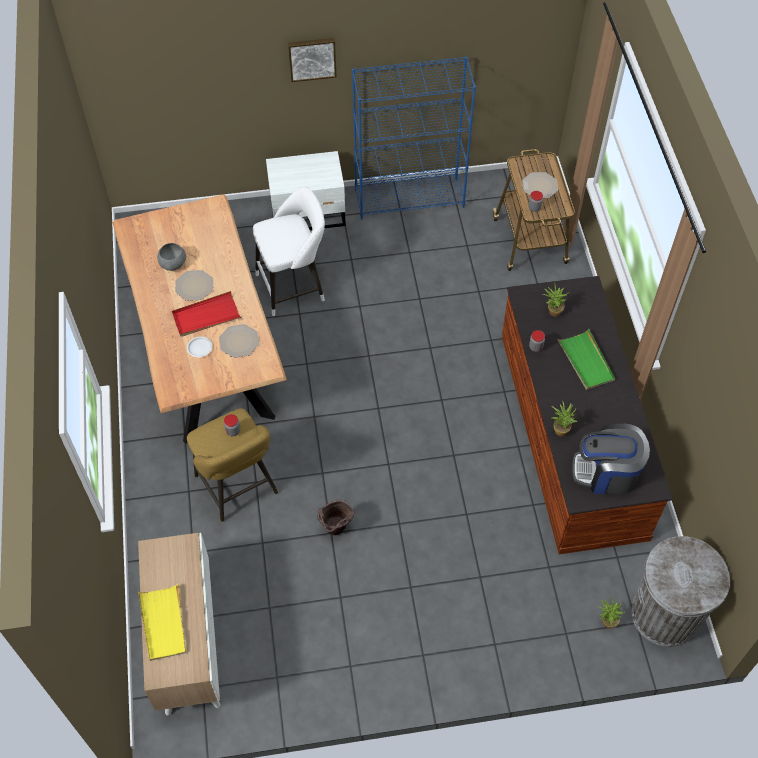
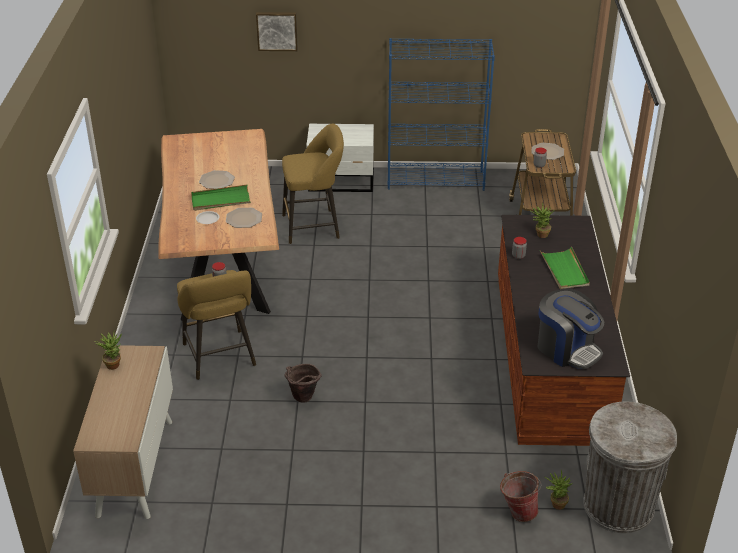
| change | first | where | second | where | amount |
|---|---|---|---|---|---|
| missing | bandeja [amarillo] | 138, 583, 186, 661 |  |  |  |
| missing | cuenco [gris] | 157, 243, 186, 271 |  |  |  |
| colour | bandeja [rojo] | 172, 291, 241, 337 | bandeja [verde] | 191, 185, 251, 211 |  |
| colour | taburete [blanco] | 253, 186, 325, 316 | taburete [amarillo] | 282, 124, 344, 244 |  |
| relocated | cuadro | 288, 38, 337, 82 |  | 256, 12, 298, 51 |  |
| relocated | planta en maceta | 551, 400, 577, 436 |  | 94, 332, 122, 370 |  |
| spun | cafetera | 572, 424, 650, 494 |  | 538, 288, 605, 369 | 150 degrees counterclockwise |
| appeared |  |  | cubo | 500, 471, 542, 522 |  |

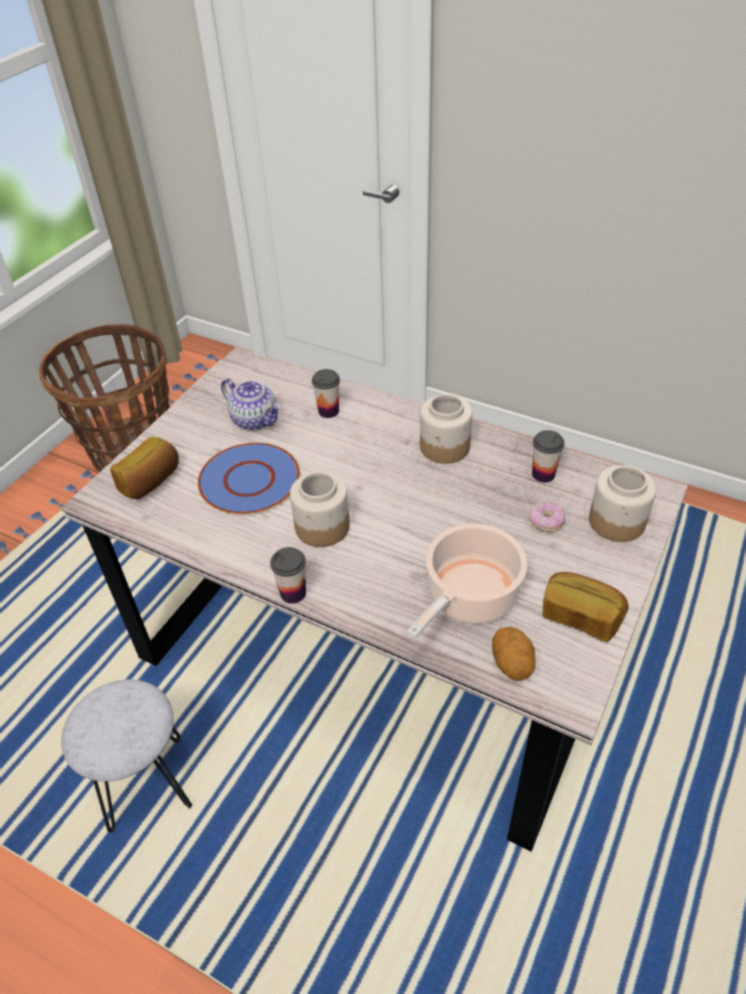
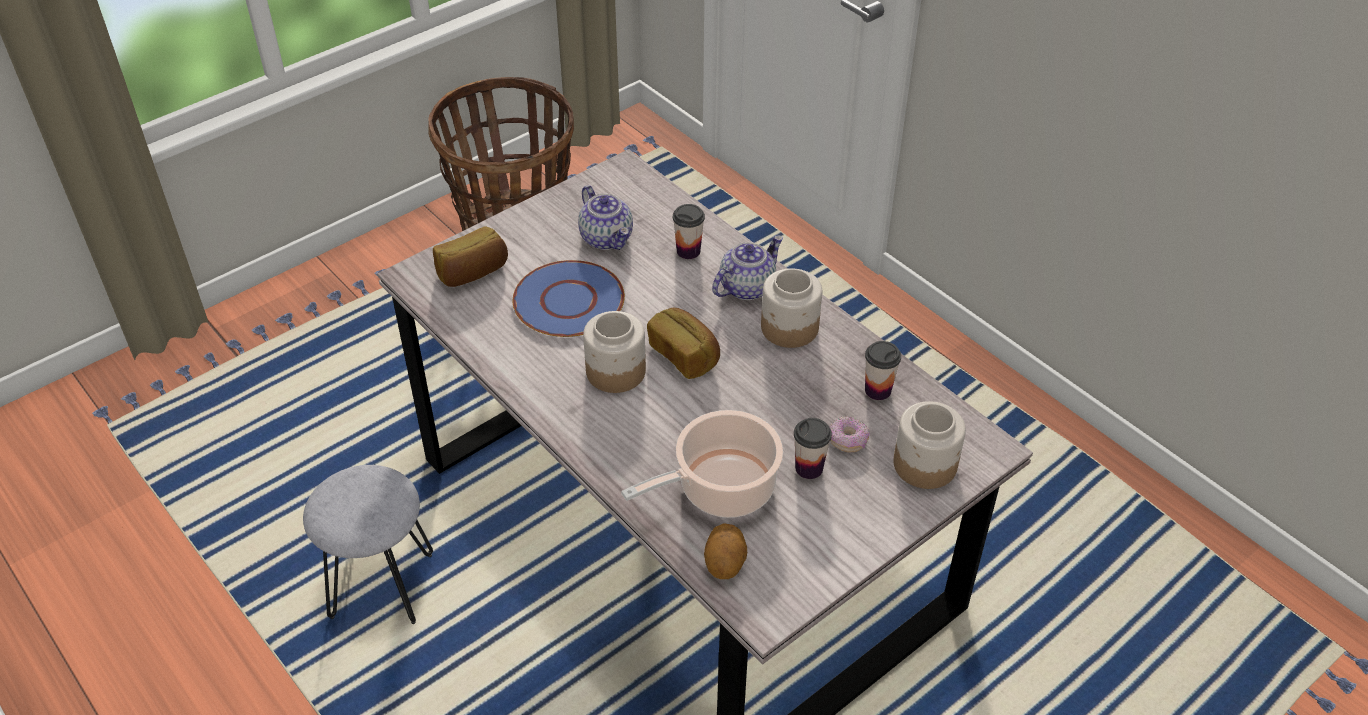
| change | first | where | second | where | amount |
|---|---|---|---|---|---|
| relocated | taza | 270, 547, 306, 604 |  | 794, 418, 832, 479 |  |
| relocated | pan | 542, 572, 628, 642 |  | 647, 308, 720, 379 |  |
| appeared |  |  | tetera | 712, 235, 783, 300 |  |

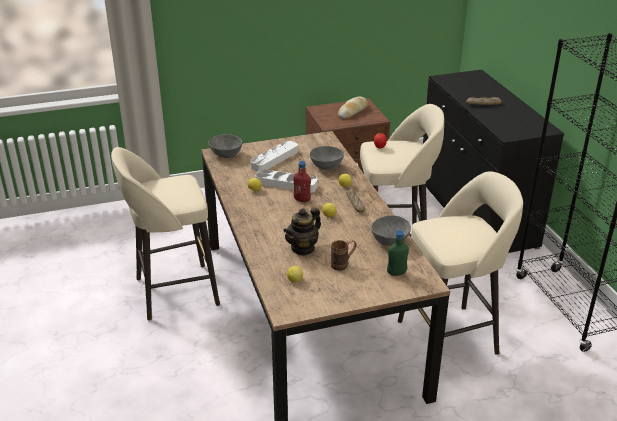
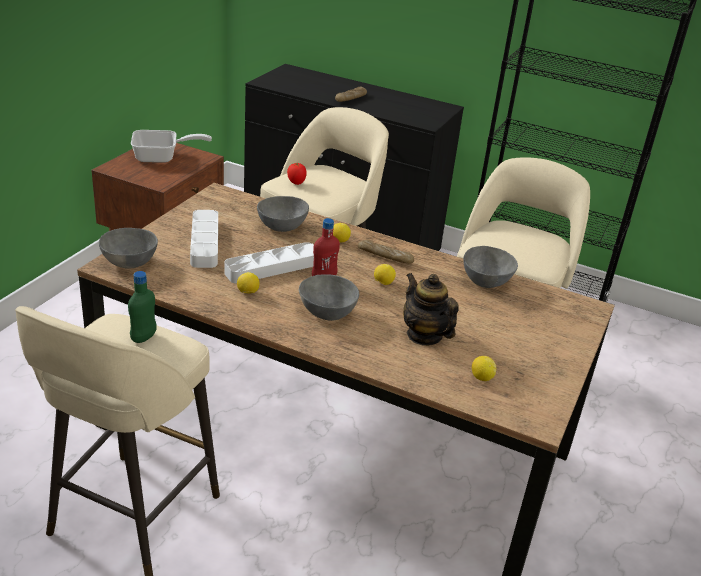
| change | first | where | second | where | amount |
|---|---|---|---|---|---|
| spun | tetera | 283, 208, 321, 256 |  | 403, 273, 459, 346 | 150 degrees clockwise |
| missing | taza grande [marrón] | 331, 240, 357, 271 |  |  |  |
| exchanged | pan | 338, 97, 368, 119 | sartén | 131, 130, 212, 163 |  |
| relocated | botella [verde] | 387, 230, 409, 276 |  | 128, 271, 157, 343 |  |
| appeared |  |  | cuenco [gris] | 299, 274, 359, 321 |  |

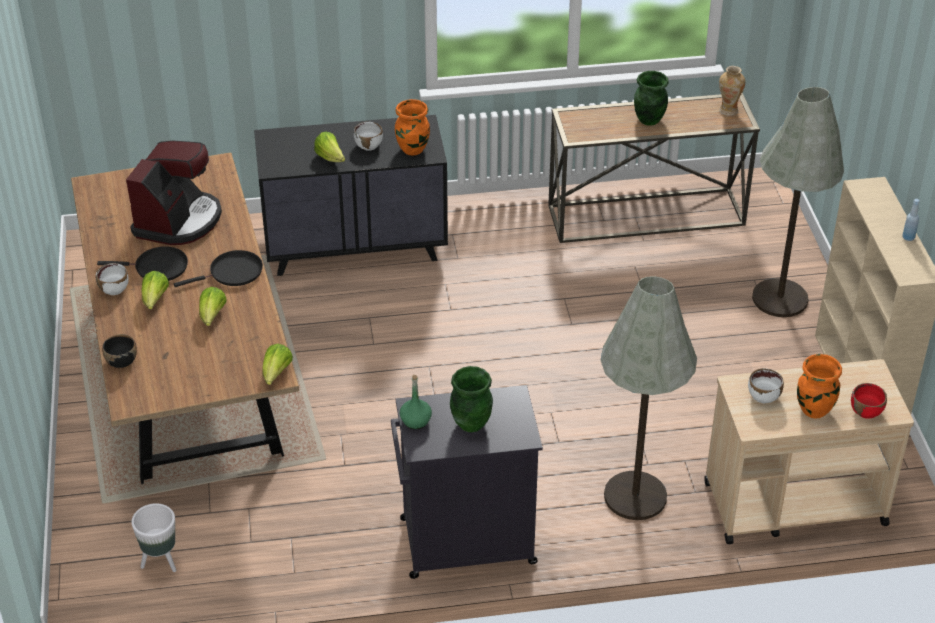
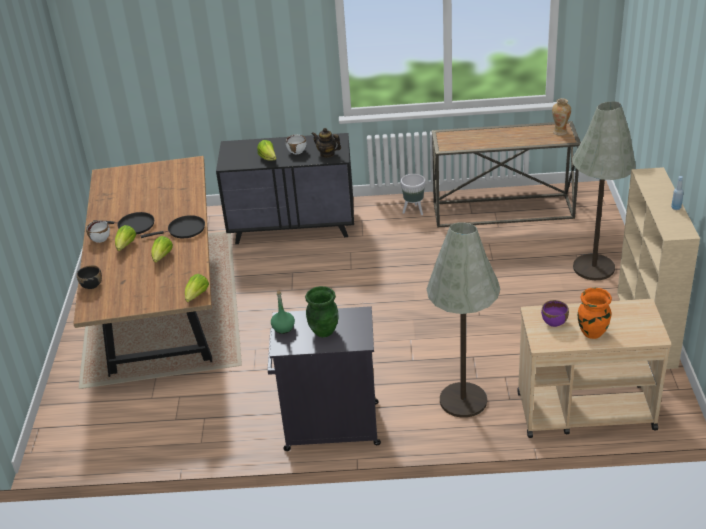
| change | first | where | second | where | amount |
|---|---|---|---|---|---|
| missing | cafetera | 126, 141, 222, 245 |  |  |  |
| relocated | maceta [blanco] | 131, 503, 176, 572 |  | 401, 174, 425, 215 |  |
| exchanged | florero [naranja] | 395, 99, 430, 156 | tetera | 312, 128, 341, 158 |  |
| missing | florero [verde] | 634, 71, 669, 126 |  |  |  |
| colour | cuenco [blanco] | 748, 368, 784, 403 | cuenco [morado] | 541, 300, 569, 327 |  |
| missing | cuenco [rojo] | 851, 383, 887, 419 |  |  |  |

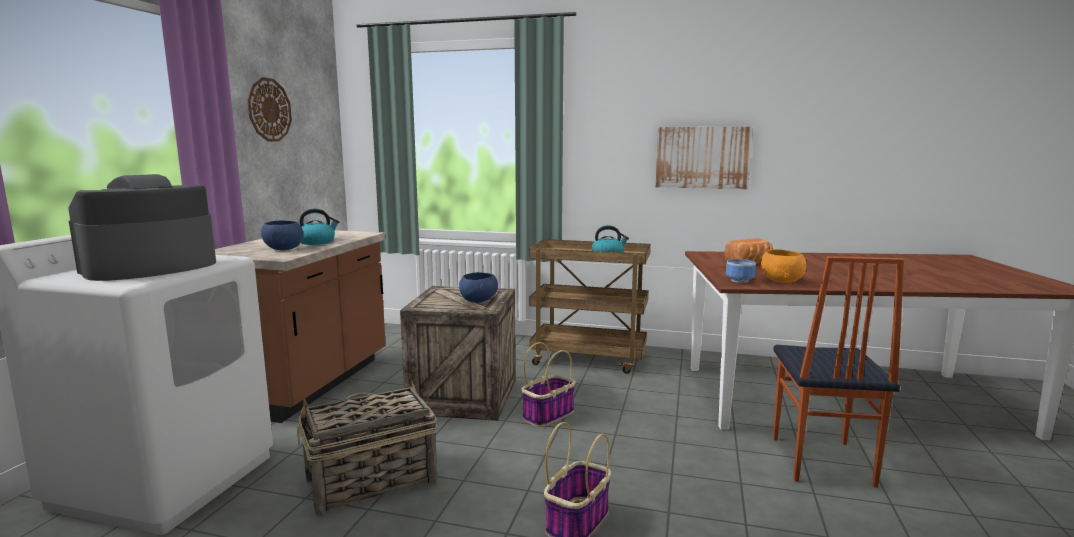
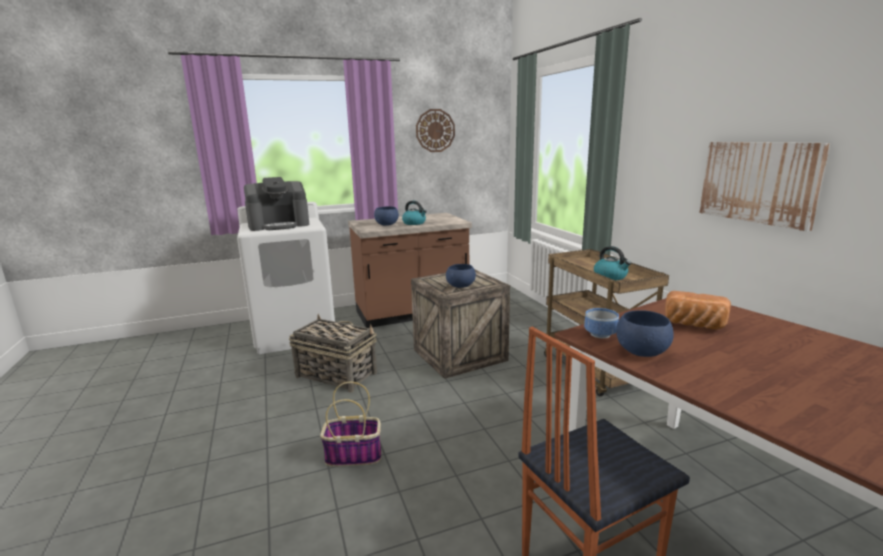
| change | first | where | second | where | amount |
|---|---|---|---|---|---|
| spun | cafetera | 68, 174, 216, 281 |  | 244, 177, 310, 231 | 150 degrees clockwise |
| missing | cesta | 521, 342, 576, 427 |  |  |  |
| colour | cuenco [naranja] | 761, 250, 807, 283 | cuenco [azul] | 616, 310, 674, 357 |  |

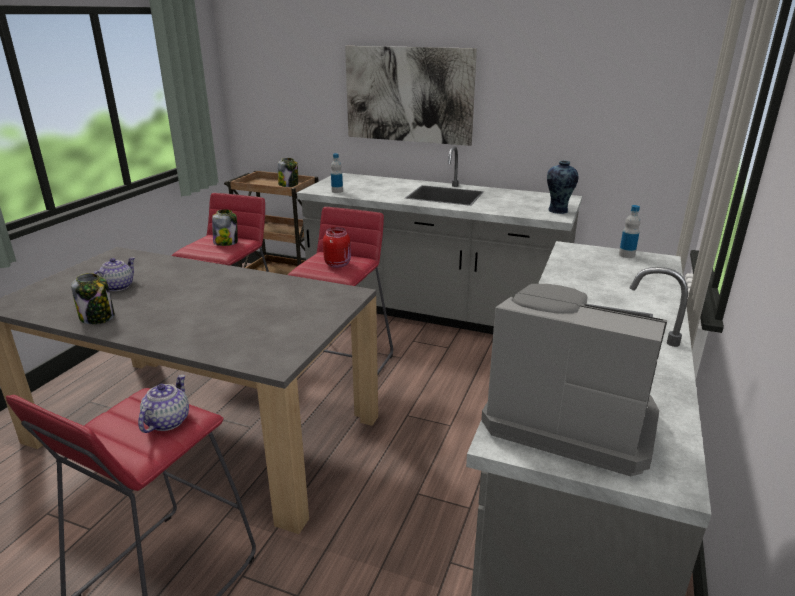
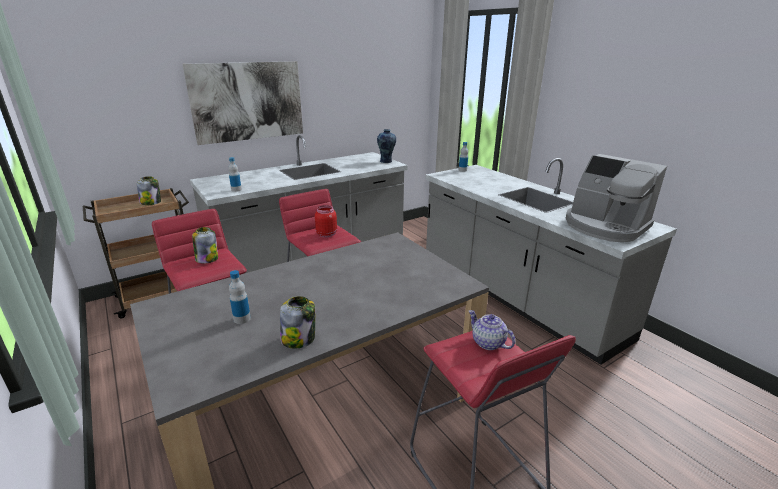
| change | first | where | second | where | amount |
|---|---|---|---|---|---|
| exchanged | tetera | 94, 257, 135, 291 | botella | 229, 270, 251, 324 |  |
| spun | cafetera | 481, 284, 667, 476 |  | 565, 154, 667, 243 | 105 degrees counterclockwise |

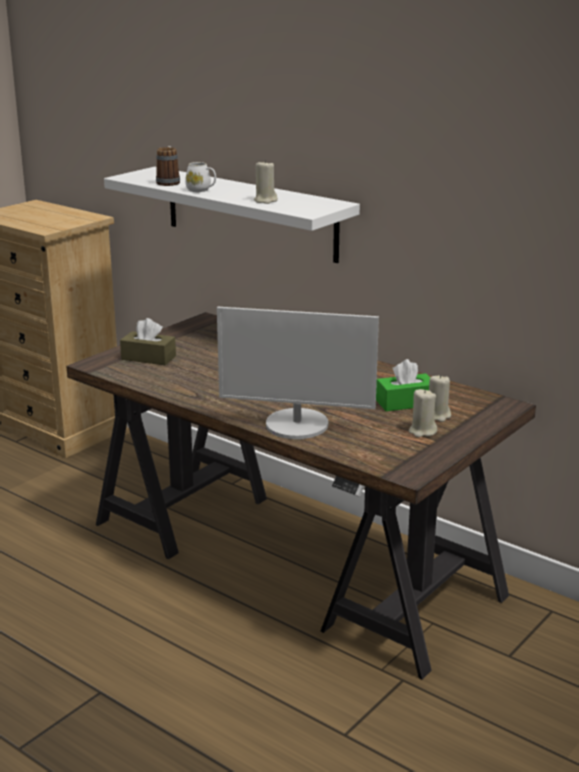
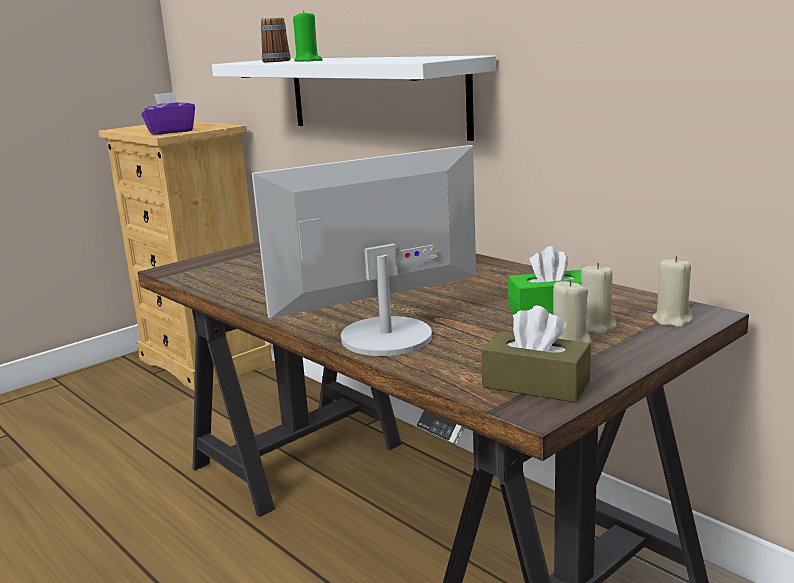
| change | first | where | second | where | amount |
|---|---|---|---|---|---|
| relocated | caja de pañuelos [marrón] | 120, 318, 176, 365 |  | 481, 306, 591, 403 |  |
| exchanged | taza grande [blanco] | 185, 162, 216, 192 | vela [verde] | 293, 10, 323, 62 |  |
| spun | monitor | 217, 307, 379, 439 |  | 252, 145, 476, 356 | 135 degrees clockwise |
| relocated | vela [beis] | 254, 160, 278, 204 |  | 653, 256, 693, 327 |  |
| appeared |  |  | caja de pañuelos [morado] | 141, 92, 195, 135 |  |

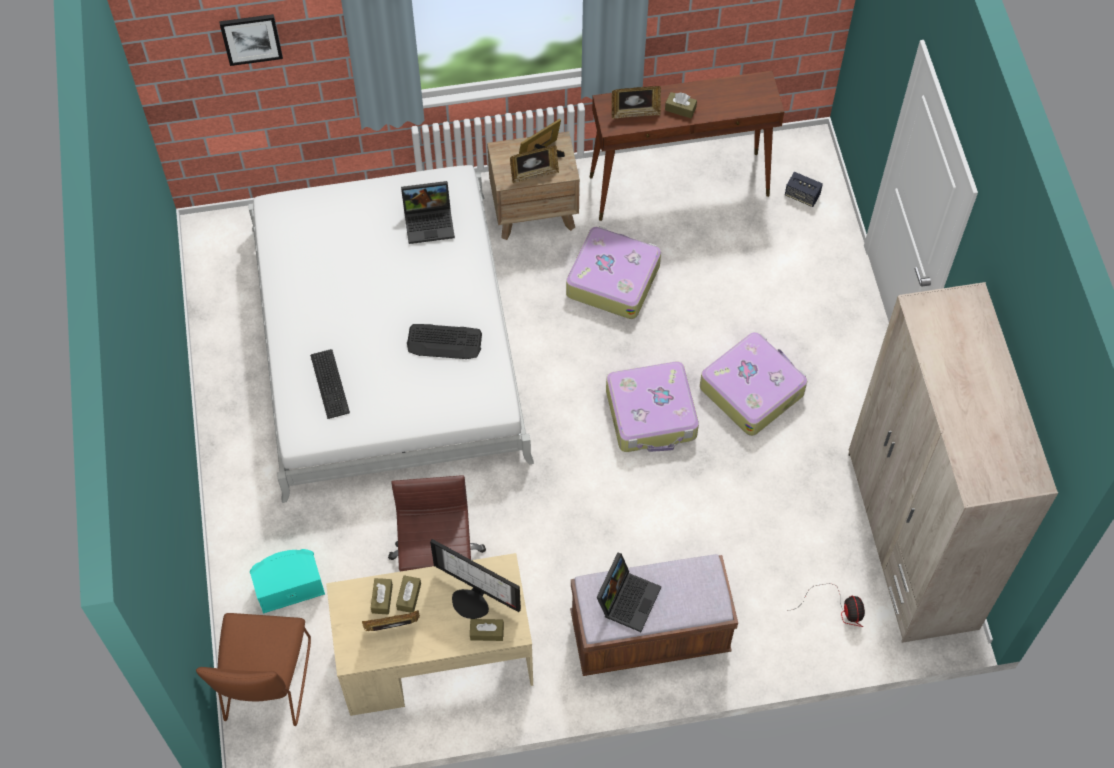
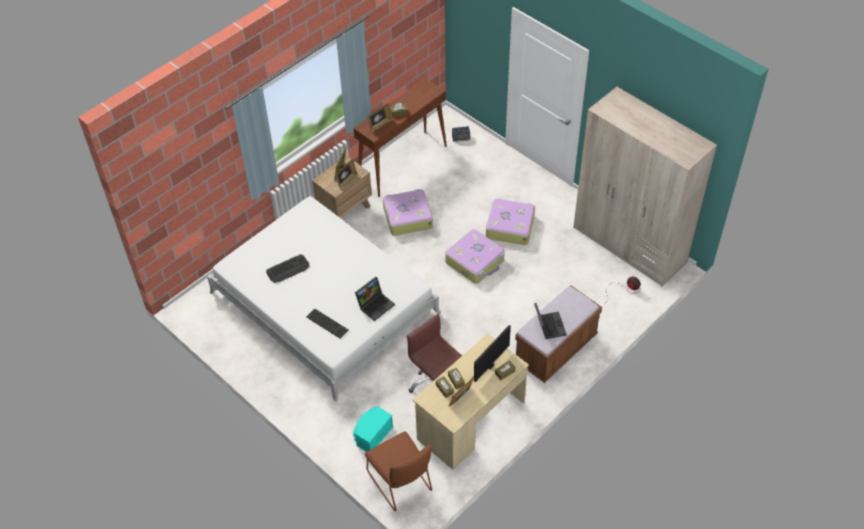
| change | first | where | second | where | amount |
|---|---|---|---|---|---|
| missing | cuadro | 219, 14, 283, 66 |  |  |  |
| relocated | portátil | 401, 181, 455, 244 |  | 355, 277, 395, 321 |  |
| relocated | teclado | 407, 324, 482, 359 |  | 266, 254, 310, 283 |  |
| spun | monitor | 430, 539, 521, 619 |  | 474, 325, 511, 382 | 135 degrees clockwise |

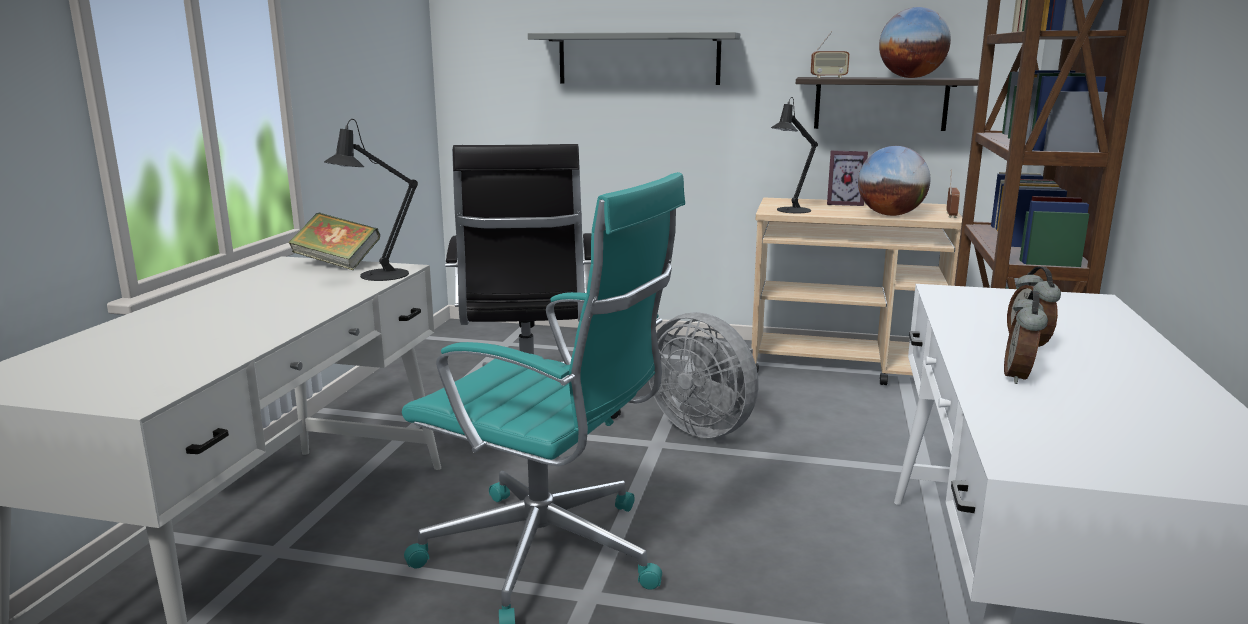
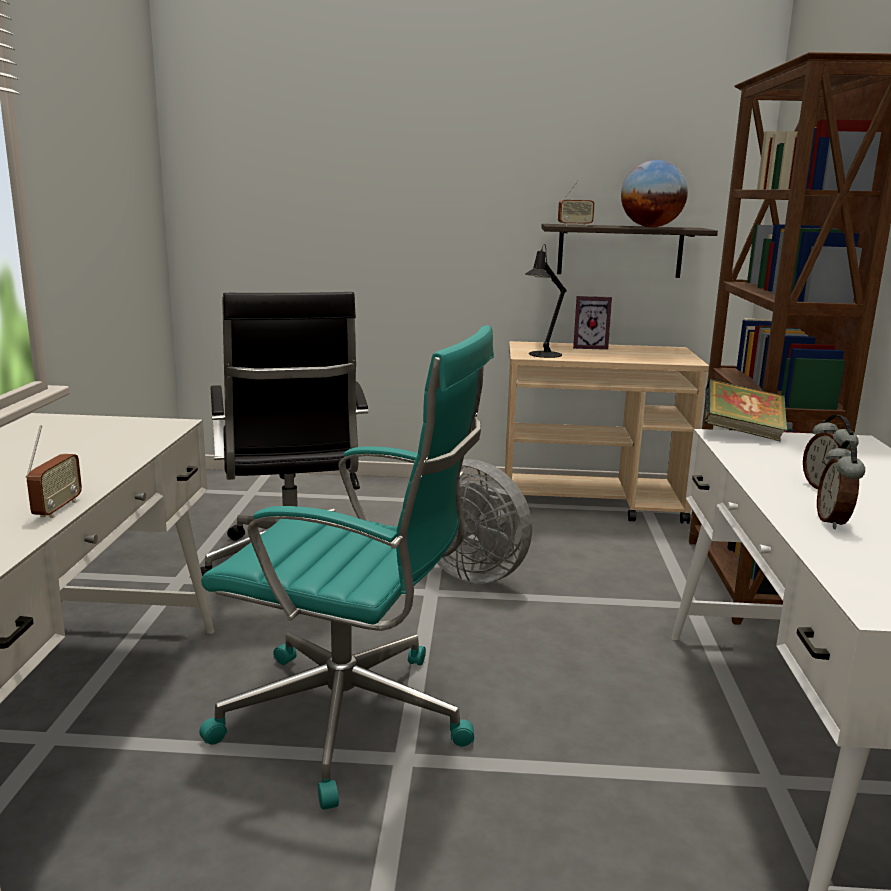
| change | first | where | second | where | amount |
|---|---|---|---|---|---|
| relocated | libro | 288, 212, 380, 270 |  | 704, 379, 787, 442 |  |
| missing | lámpara de mesa [negro] | 324, 119, 418, 281 |  |  |  |
| missing | estante [gris] | 528, 32, 740, 85 |  |  |  |
| missing | globo terráqueo | 858, 146, 930, 216 |  |  |  |
| relocated | radio | 946, 170, 960, 218 |  | 26, 425, 82, 518 |  |

